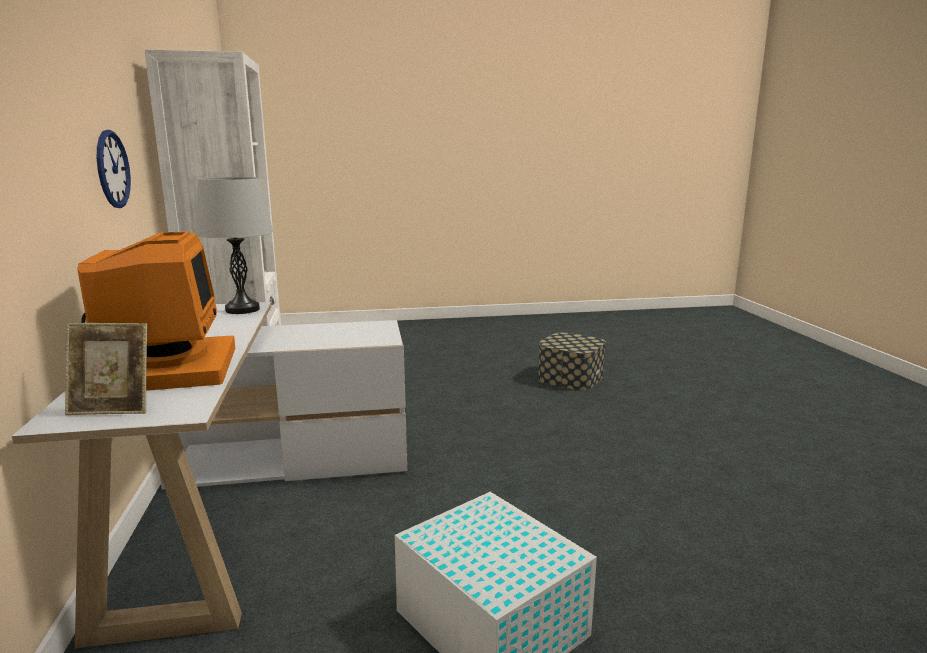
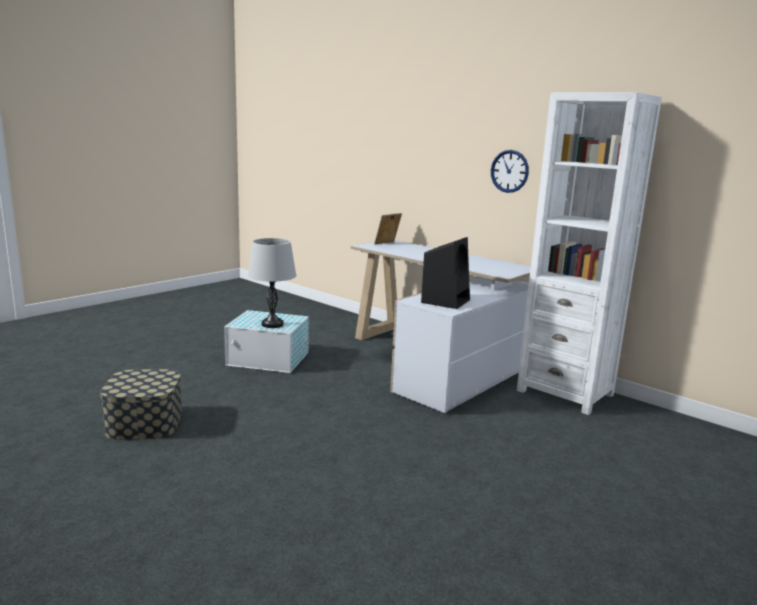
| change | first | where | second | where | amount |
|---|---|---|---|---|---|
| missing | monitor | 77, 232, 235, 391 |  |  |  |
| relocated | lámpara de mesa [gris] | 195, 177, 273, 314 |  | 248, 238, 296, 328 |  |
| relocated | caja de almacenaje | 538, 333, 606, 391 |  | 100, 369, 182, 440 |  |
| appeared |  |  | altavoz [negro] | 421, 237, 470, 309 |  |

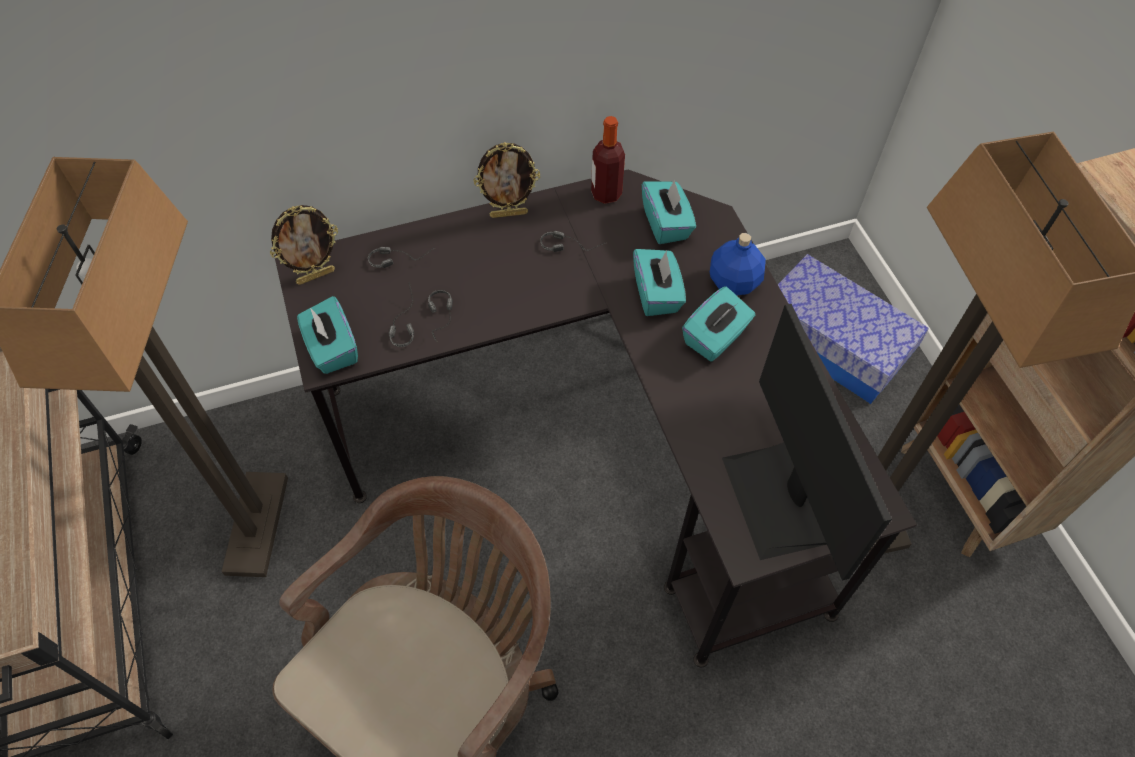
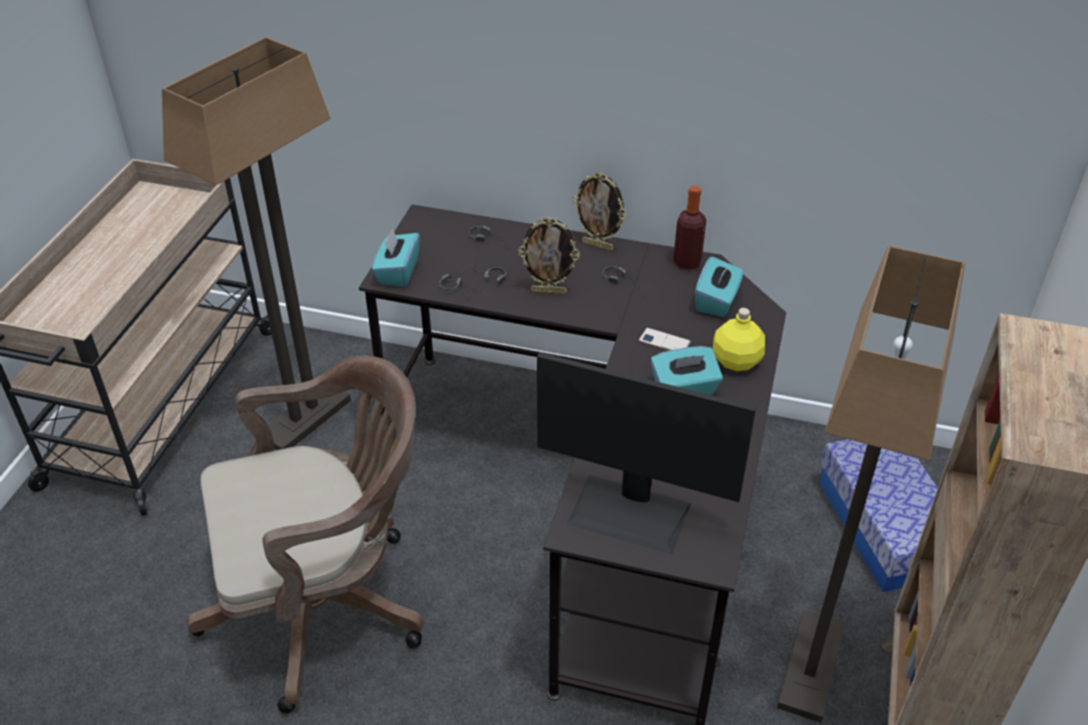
| change | first | where | second | where | amount |
|---|---|---|---|---|---|
| relocated | portarretratos | 270, 205, 338, 285 |  | 518, 217, 580, 294 |  |
| exchanged | caja de pañuelos [turquesa] | 633, 249, 686, 316 | móvil | 638, 328, 691, 351 |  |
| colour | botella [azul] | 710, 233, 766, 295 | botella [amarillo] | 713, 308, 765, 371 |  |
| spun | monitor | 722, 304, 892, 581 |  | 537, 352, 756, 555 | 90 degrees counterclockwise |

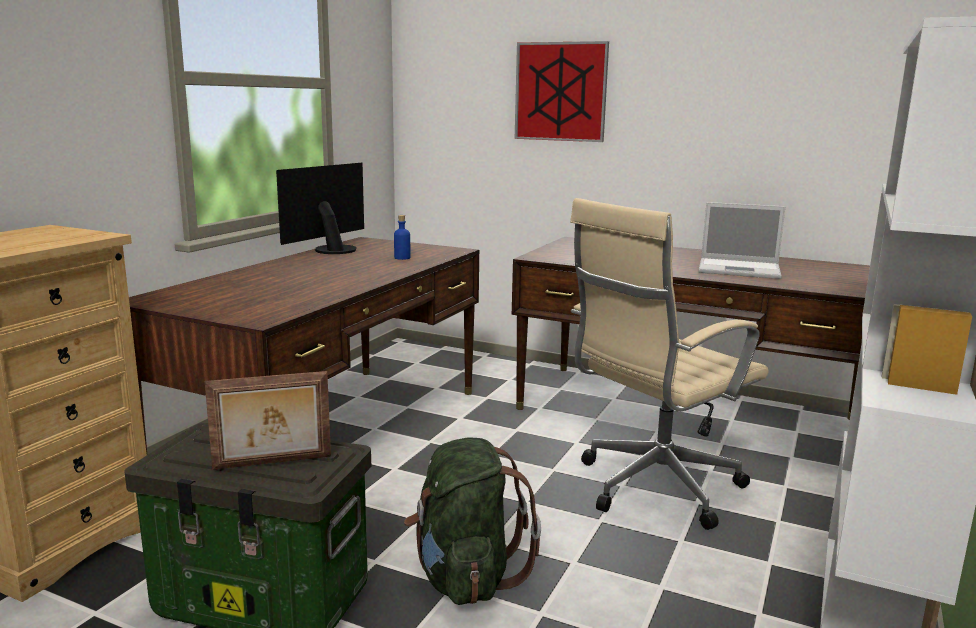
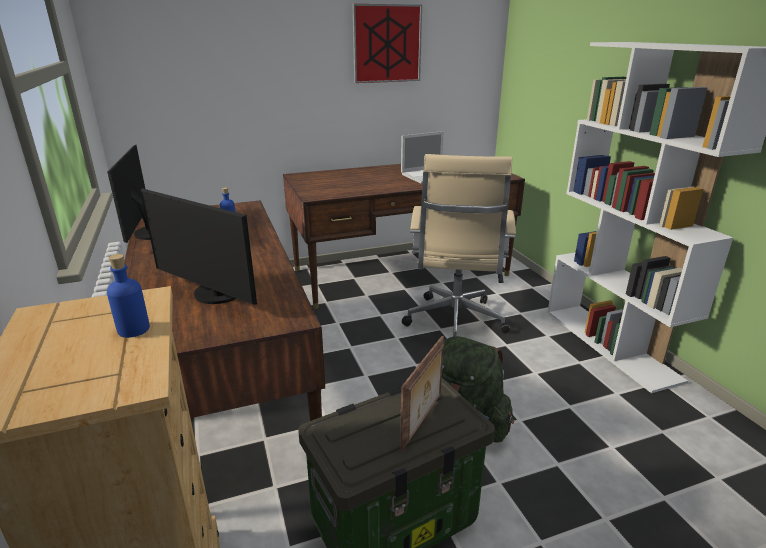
| change | first | where | second | where | amount |
|---|---|---|---|---|---|
| relocated | cuadro | 515, 41, 609, 142 |  | 353, 4, 422, 83 |  |
| appeared |  |  | botella [azul] | 107, 254, 150, 338 |  |
| appeared |  |  | monitor | 140, 188, 257, 305 |  |

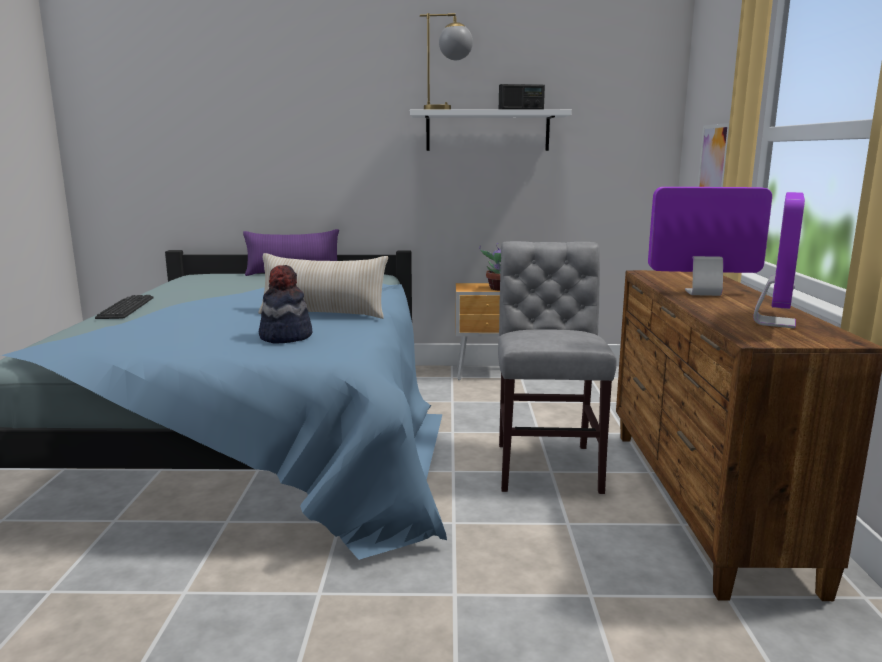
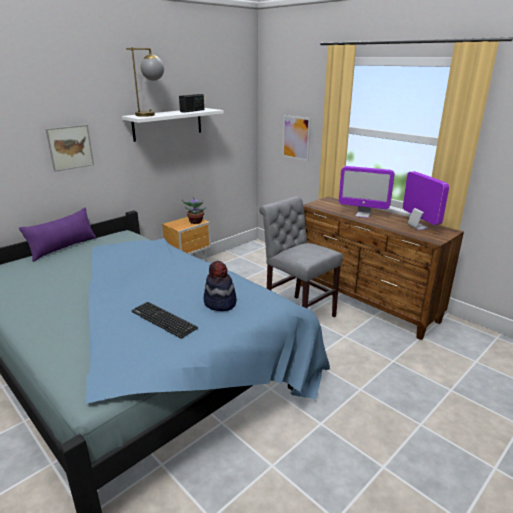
| change | first | where | second | where | amount |
|---|---|---|---|---|---|
| relocated | teclado | 95, 295, 154, 319 |  | 131, 302, 198, 338 |  |
| missing | cojín [beis] | 259, 253, 388, 319 |  |  |  |
| spun | monitor | 648, 187, 772, 296 |  | 339, 166, 395, 218 | 120 degrees counterclockwise |
| appeared |  |  | cuadro | 46, 125, 94, 172 |  |

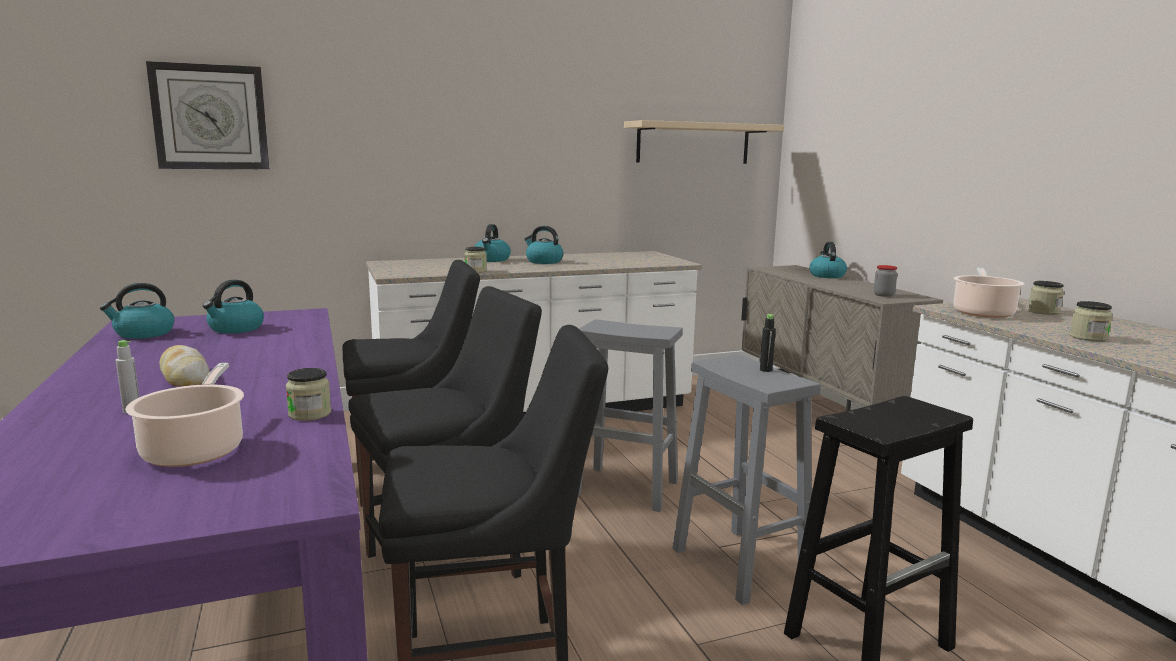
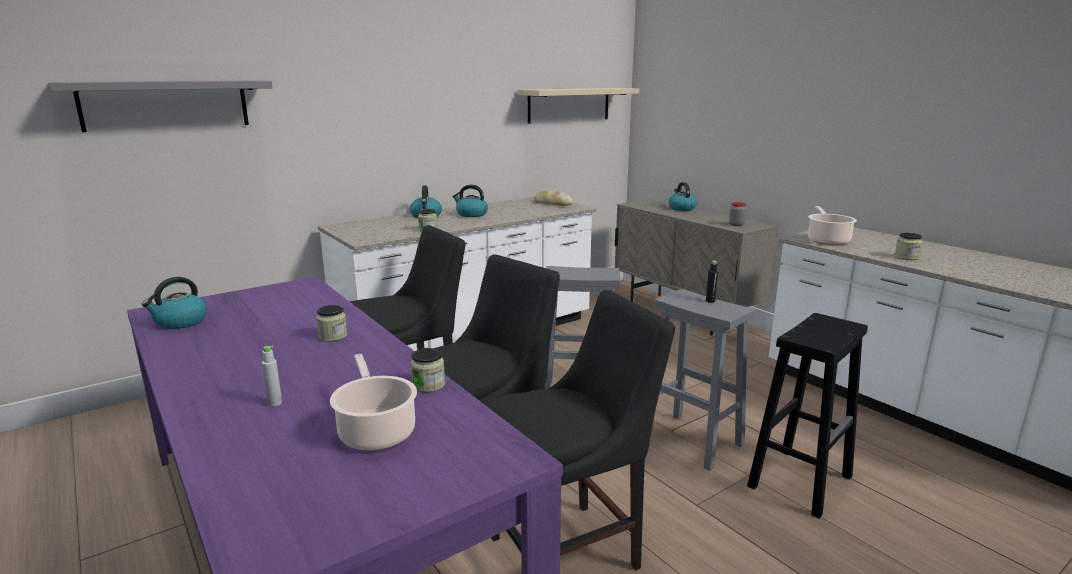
| change | first | where | second | where | amount |
|---|---|---|---|---|---|
| exchanged | reloj de pared | 146, 61, 269, 169 | estante [gris] | 48, 80, 272, 132 |  |
| relocated | pan | 159, 345, 210, 386 |  | 534, 190, 573, 206 |  |
| missing | hervidor | 203, 280, 264, 334 |  |  |  |
| relocated | tarro | 1028, 281, 1064, 315 |  | 316, 305, 347, 342 |  |

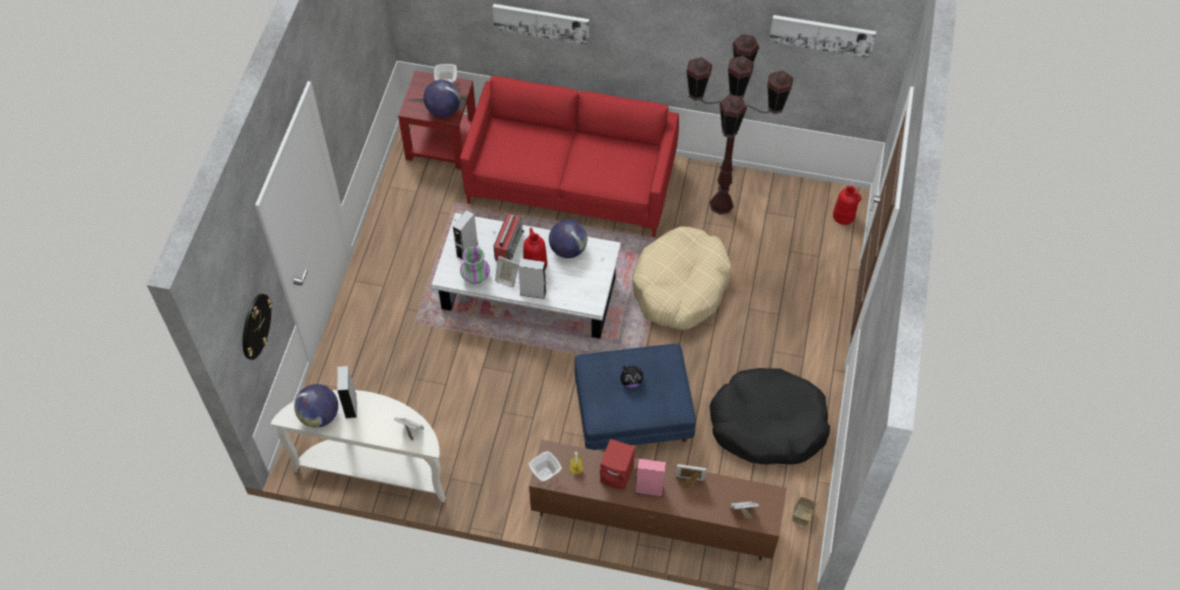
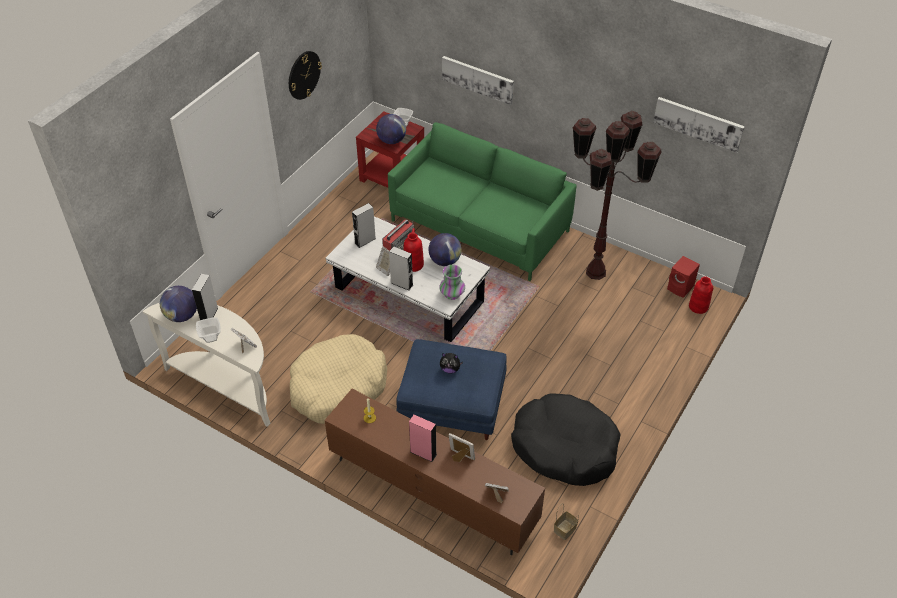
| change | first | where | second | where | amount |
|---|---|---|---|---|---|
| relocated | reloj de pared | 242, 294, 272, 360 |  | 289, 51, 322, 100 |  |
| colour | sofá [rojo] | 460, 76, 679, 237 | sofá [verde] | 388, 122, 577, 281 |  |
| relocated | florero | 460, 247, 490, 284 |  | 439, 265, 465, 300 |  |
| relocated | cuenco | 529, 451, 562, 482 |  | 196, 317, 221, 343 |  |
| relocated | altavoz [rojo] | 600, 439, 635, 490 |  | 667, 256, 700, 298 |  |
| relocated | cama para perro [beis] | 632, 226, 732, 330 |  | 290, 334, 387, 424 |  |

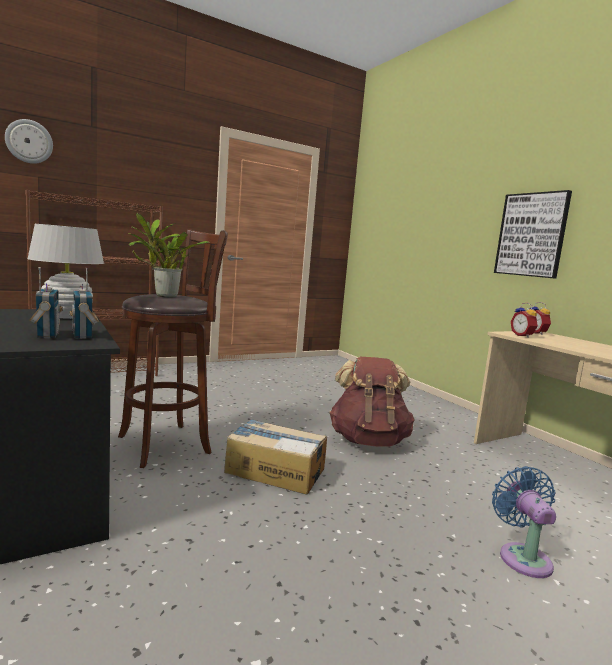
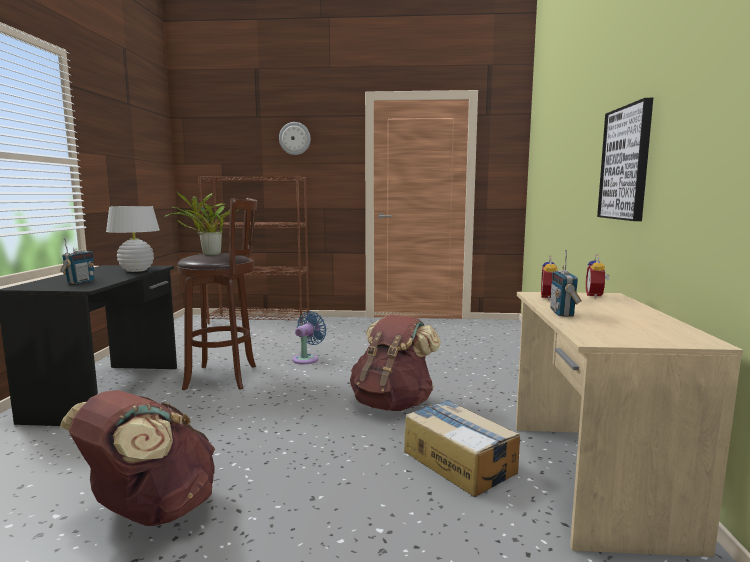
| change | first | where | second | where | amount |
|---|---|---|---|---|---|
| relocated | reloj de pared | 5, 119, 53, 164 |  | 279, 122, 311, 155 |  |
| relocated | radio | 70, 268, 99, 339 |  | 550, 250, 582, 317 |  |
| relocated | caja de cartón | 224, 419, 327, 494 |  | 404, 400, 520, 497 |  |
| relocated | ventilador [azul] | 492, 466, 556, 578 |  | 293, 311, 327, 364 |  |
| appeared |  |  | mochila [marrón] | 60, 390, 215, 526 |  |

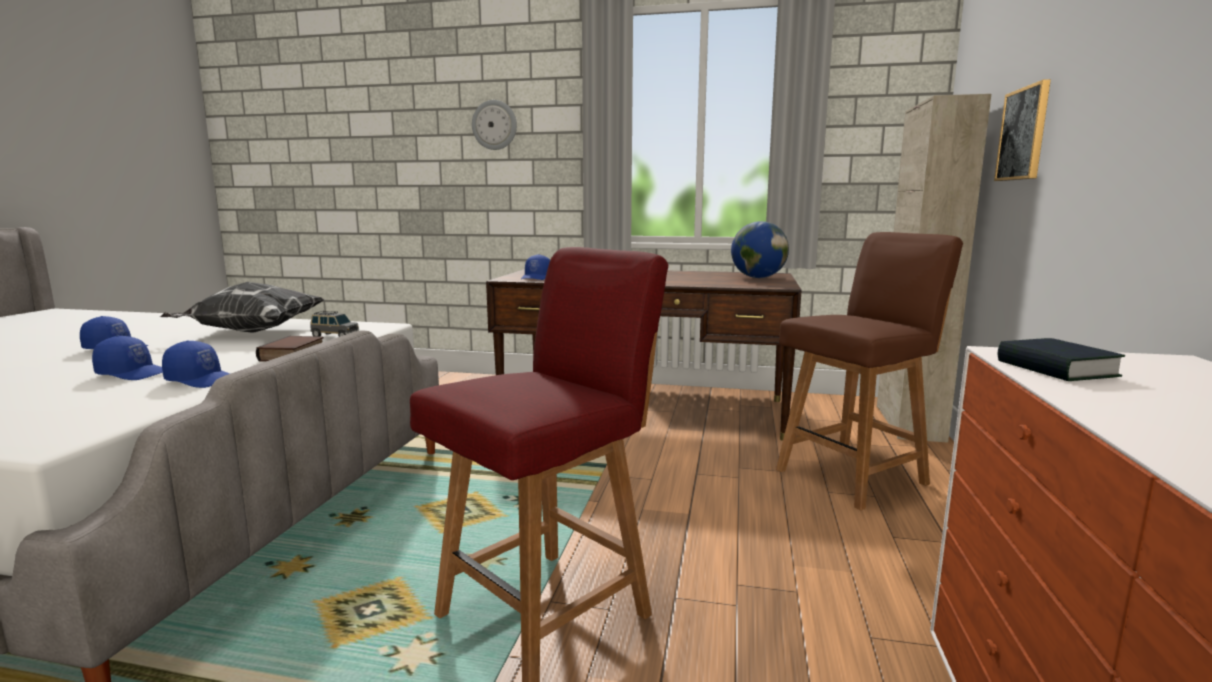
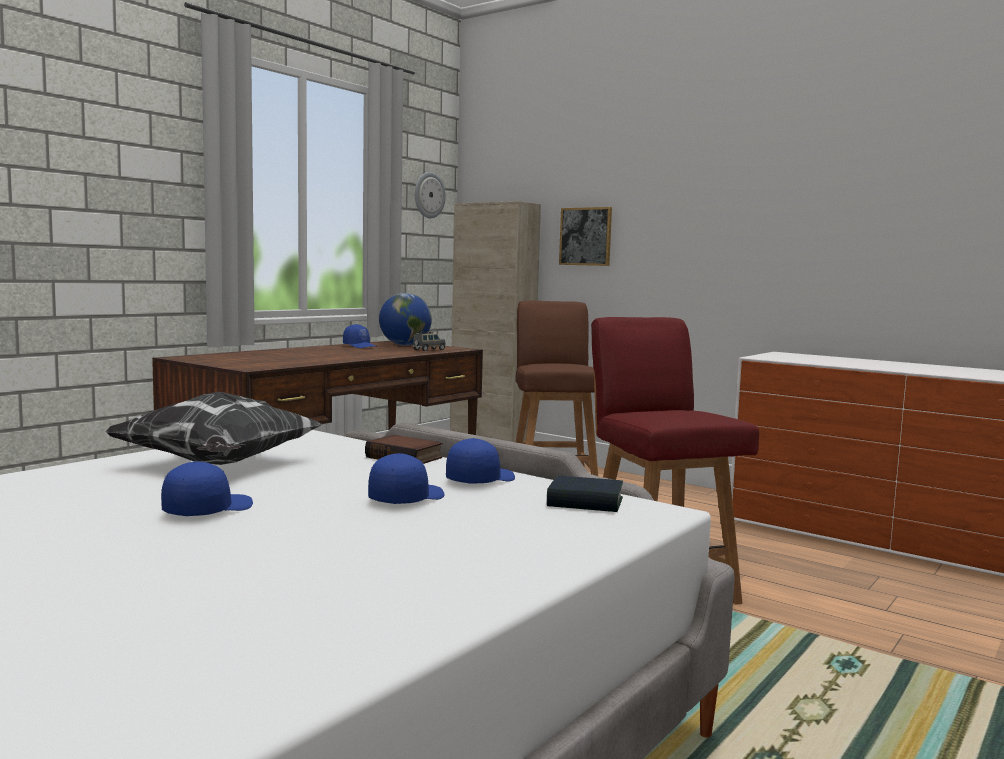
| change | first | where | second | where | amount |
|---|---|---|---|---|---|
| relocated | coche de juguete [gris] | 310, 311, 359, 337 |  | 413, 332, 445, 351 |  |
| relocated | reloj de pared | 472, 100, 517, 150 |  | 415, 172, 446, 218 |  |
| relocated | gorra [azul] | 521, 254, 550, 280 |  | 343, 324, 378, 348 |  |
| relocated | libro | 998, 338, 1125, 381 |  | 547, 476, 623, 512 |  |

